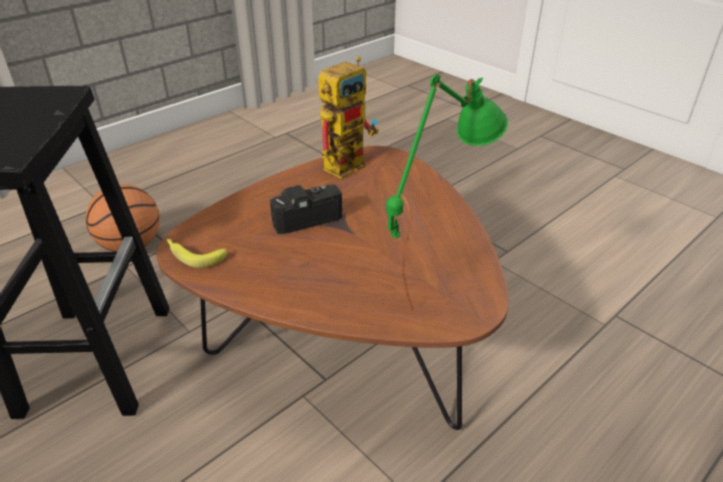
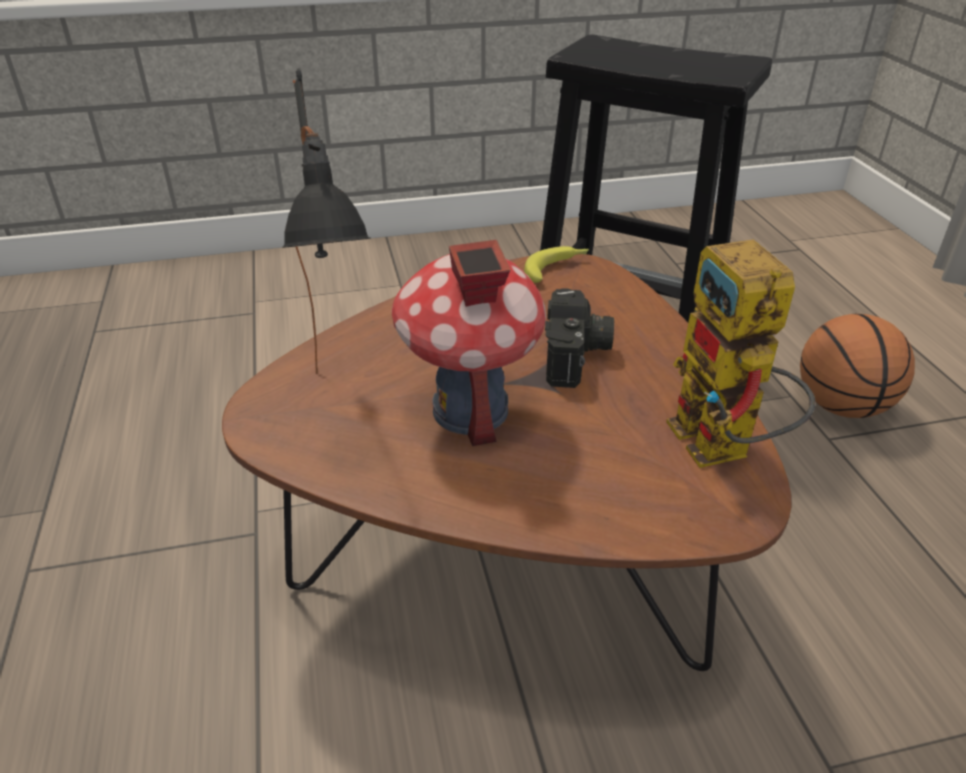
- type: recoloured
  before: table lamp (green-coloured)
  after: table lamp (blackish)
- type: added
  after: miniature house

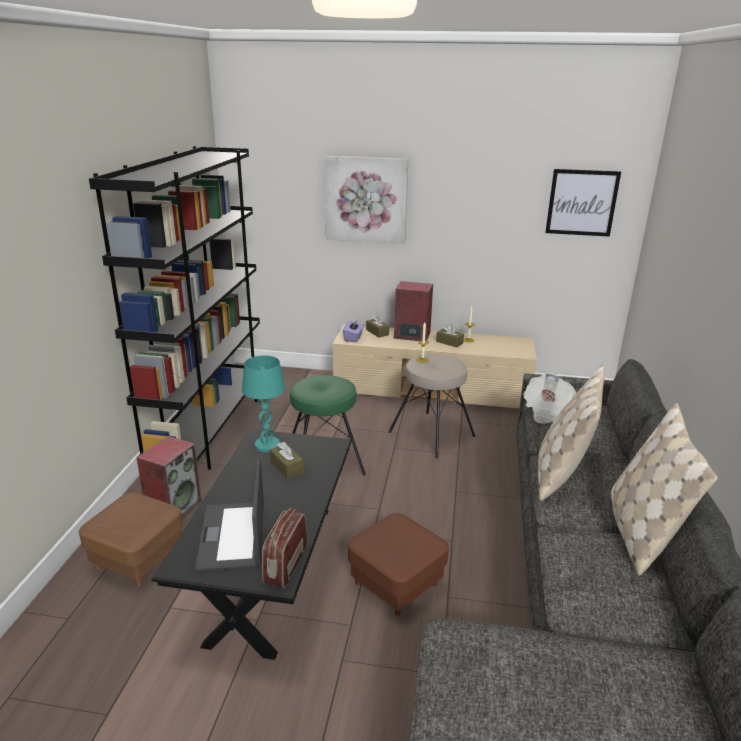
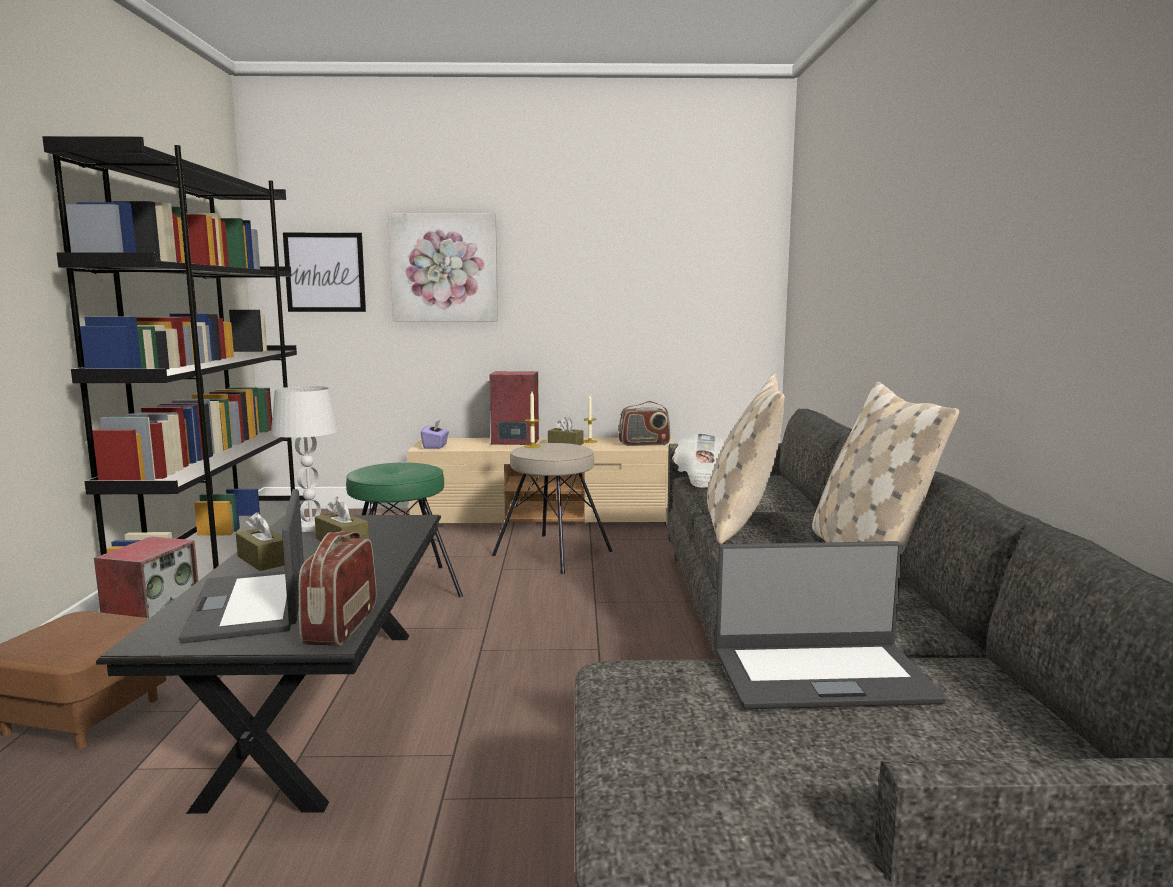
- type: moved
  before: box of tissues (brown) (2nd from left in the first image)
  after: box of tissues (brown) (1st from left)
- type: recoloured
  before: table lamp (turquoise-coloured)
  after: table lamp (white-coloured)
- type: moved
  before: wall picture (2nd from left in the first image)
  after: wall picture (1st from left)
- type: added
  after: radio (2nd from left)
- type: added
  after: laptop (2nd from left)
- type: removed
  before: pouffe (brown) (2nd from left)

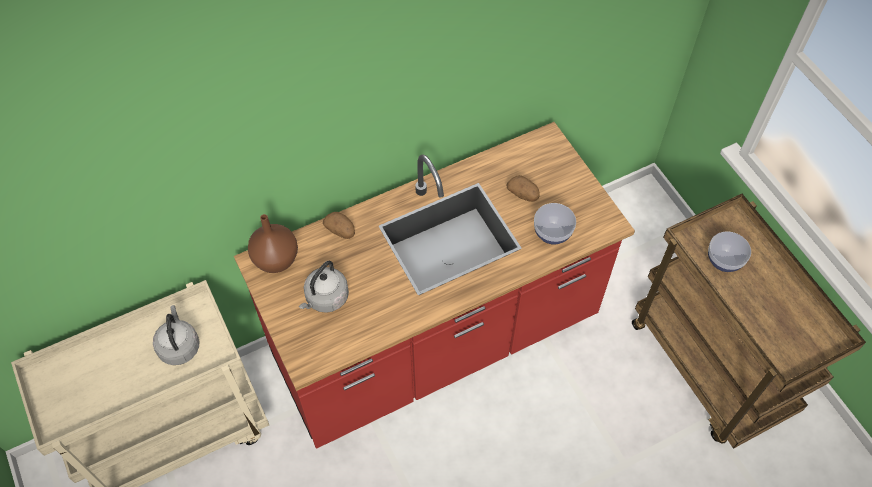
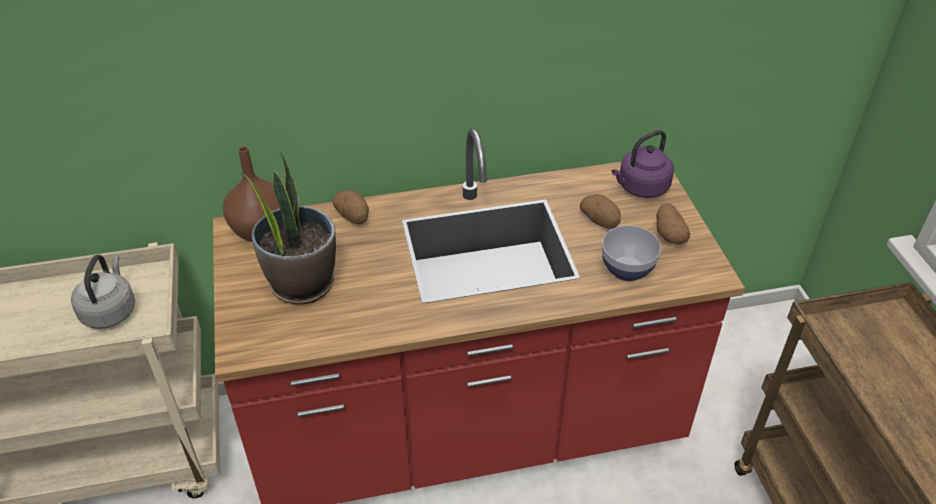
- type: replaced
  before: water kettle (grey) (2nd from left)
  after: plant in a pot
- type: added
  after: water kettle (purplish)
- type: added
  after: whole potato (3rd from left)
- type: removed
  before: deep dish (2nd from left)

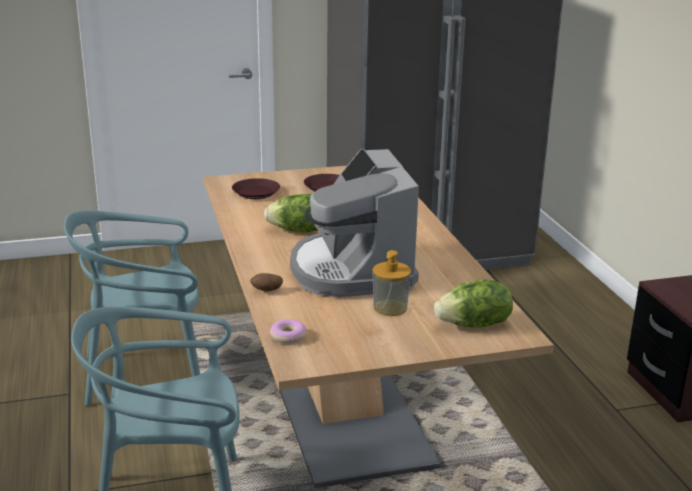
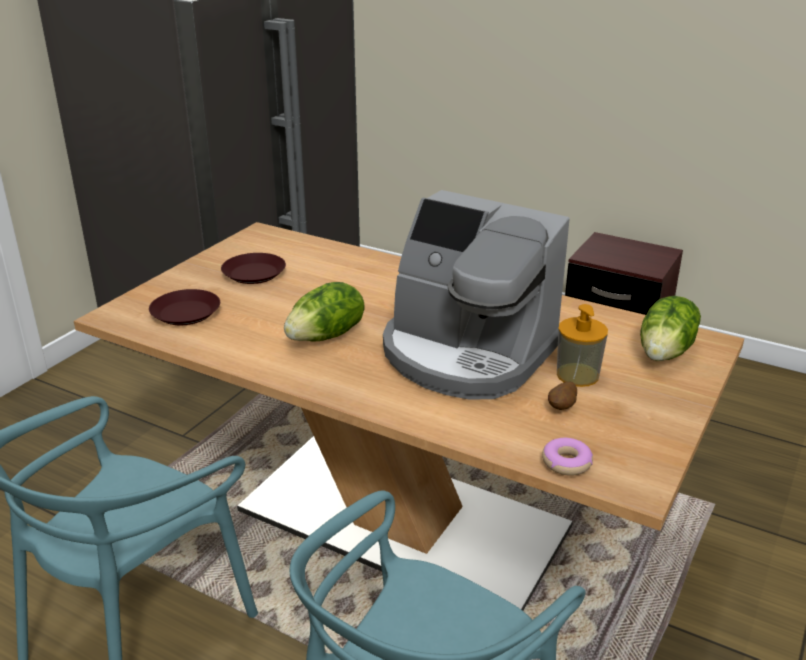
- type: moved
  before: whole potato

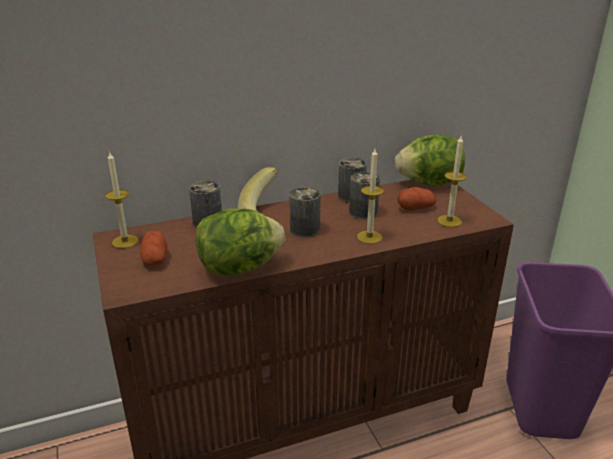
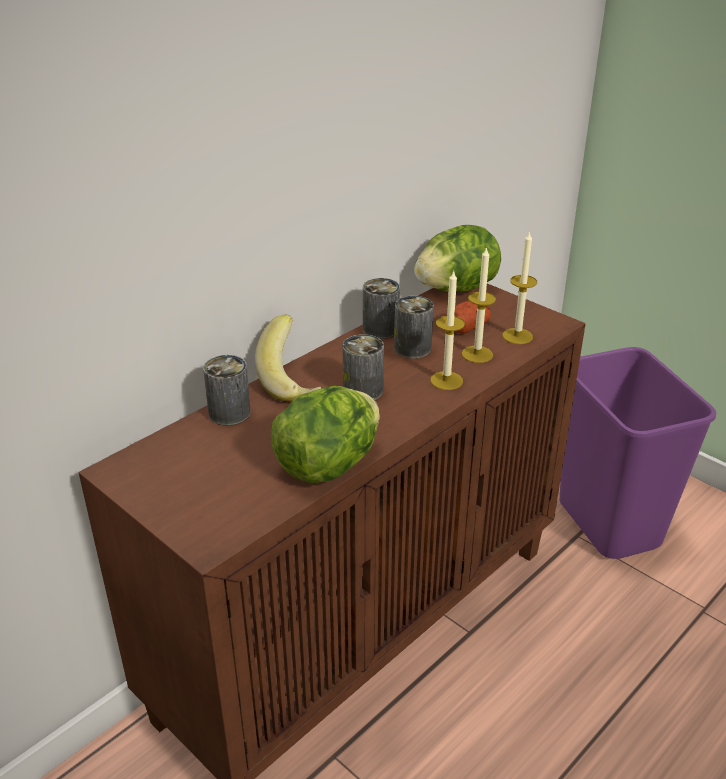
- type: moved
  before: candle (1st from left in the first image)
  after: candle (2nd from left)
- type: removed
  before: whole potato (1st from left)

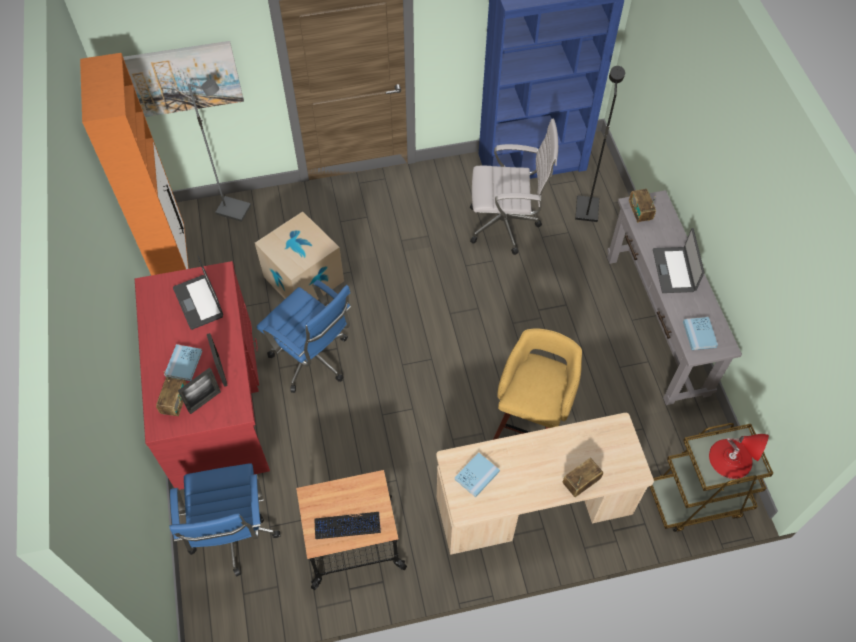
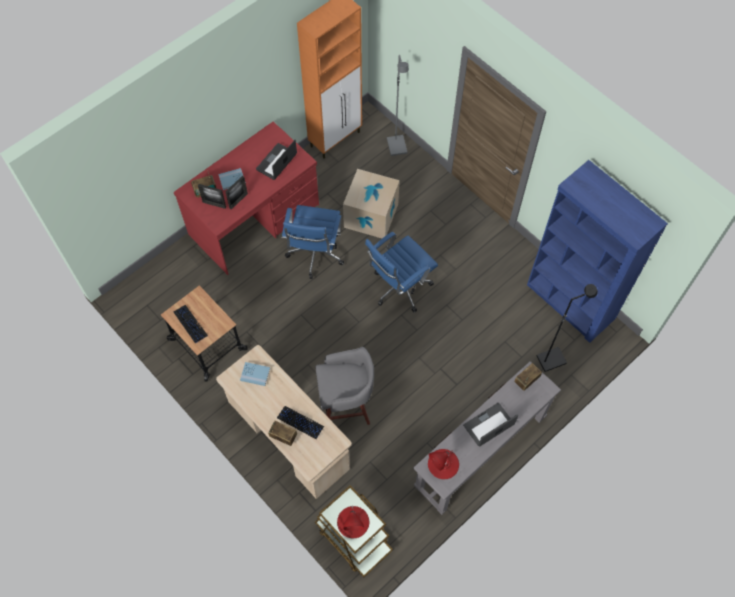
- type: added
  after: computer keyboard (2nd from left)
- type: recoloured
  before: sitting stool (yellow)
  after: sitting stool (grey)
- type: moved
  before: desk chair (bluish) (1st from left in the first image)
  after: desk chair (bluish) (2nd from left)
- type: replaced
  before: book (bluish) (3rd from left)
  after: table lamp (reddish) (2nd from left)
- type: removed
  before: wall picture
- type: removed
  before: desk chair (white-coloured)

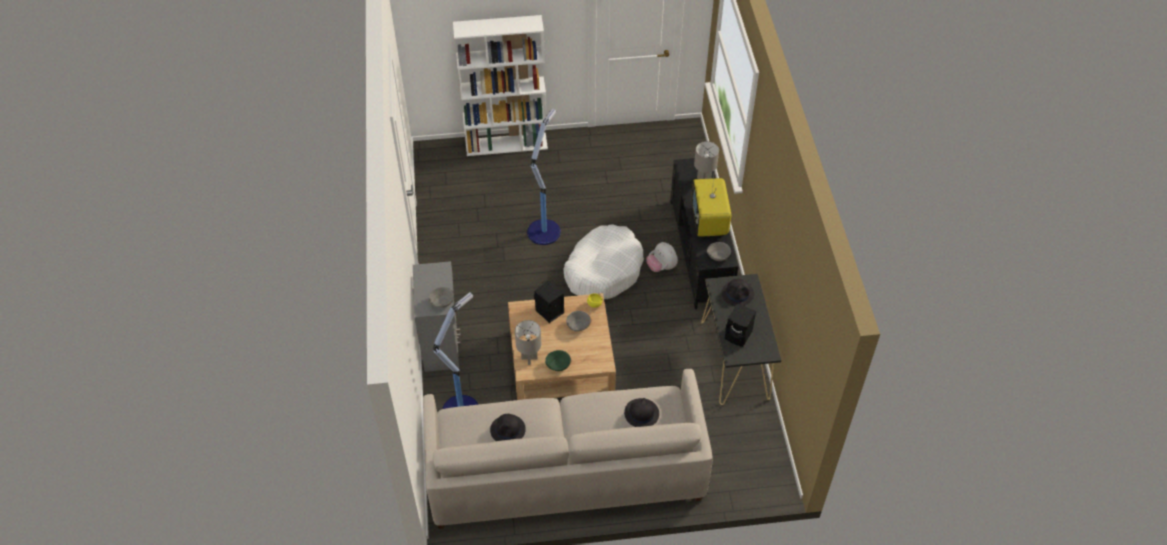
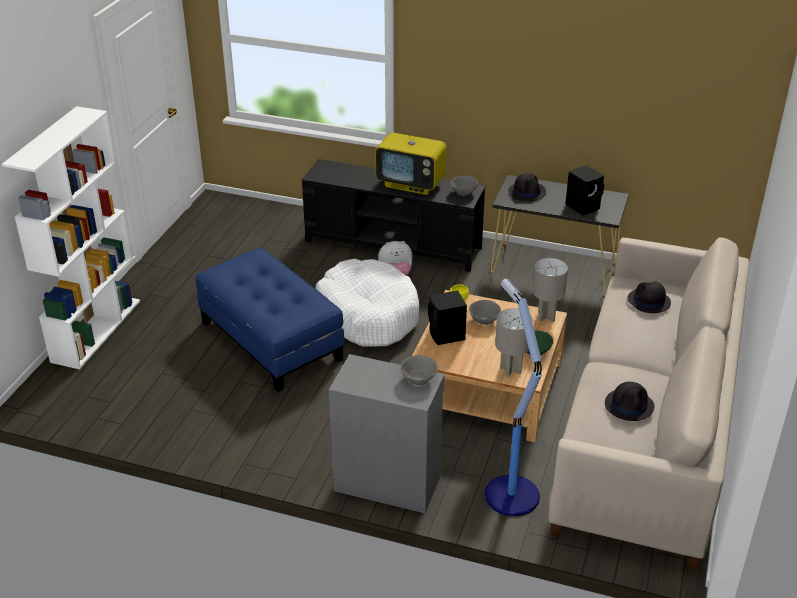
- type: replaced
  before: floor lamp (2nd from left)
  after: pouffe (bluish)
- type: moved
  before: table lamp (grey) (2nd from left)

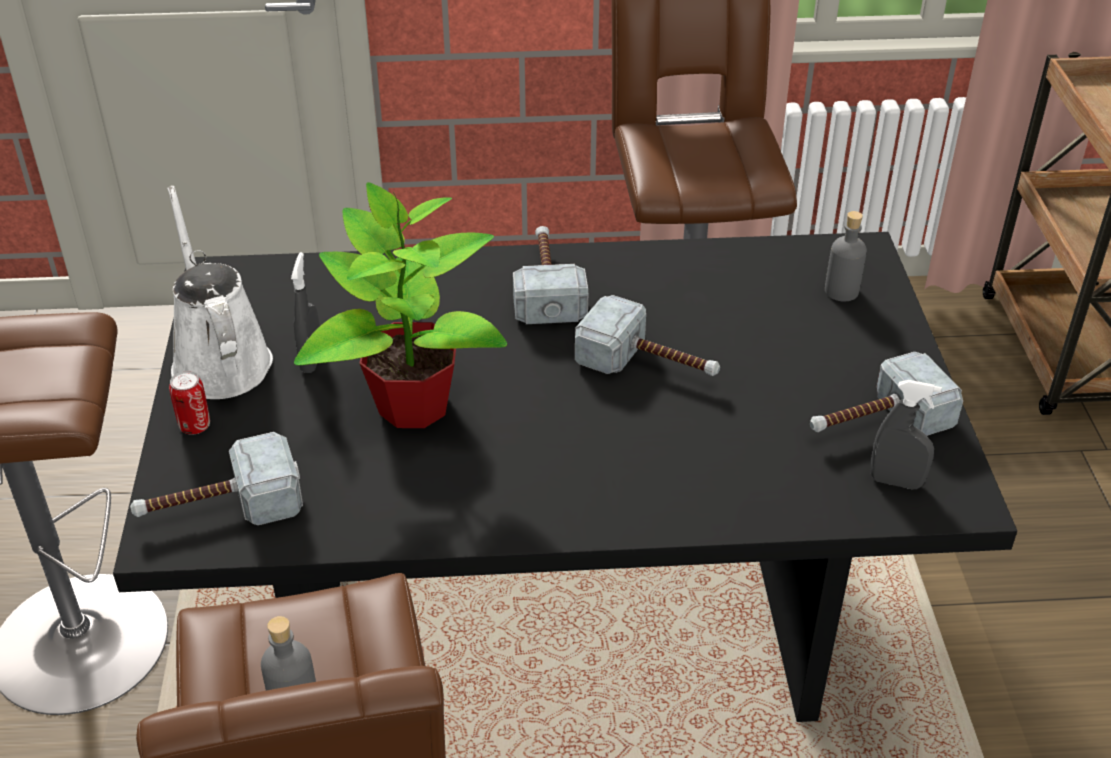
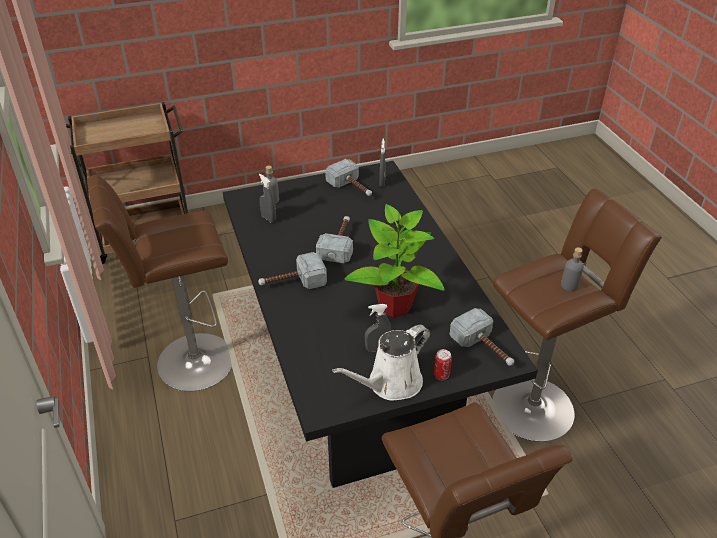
- type: added
  after: spray bottle (grey) (1st from left)

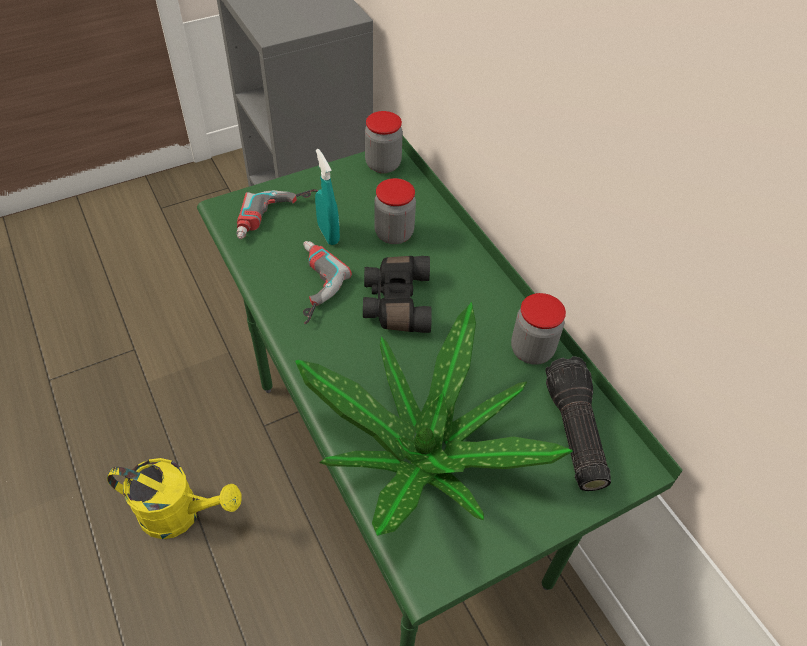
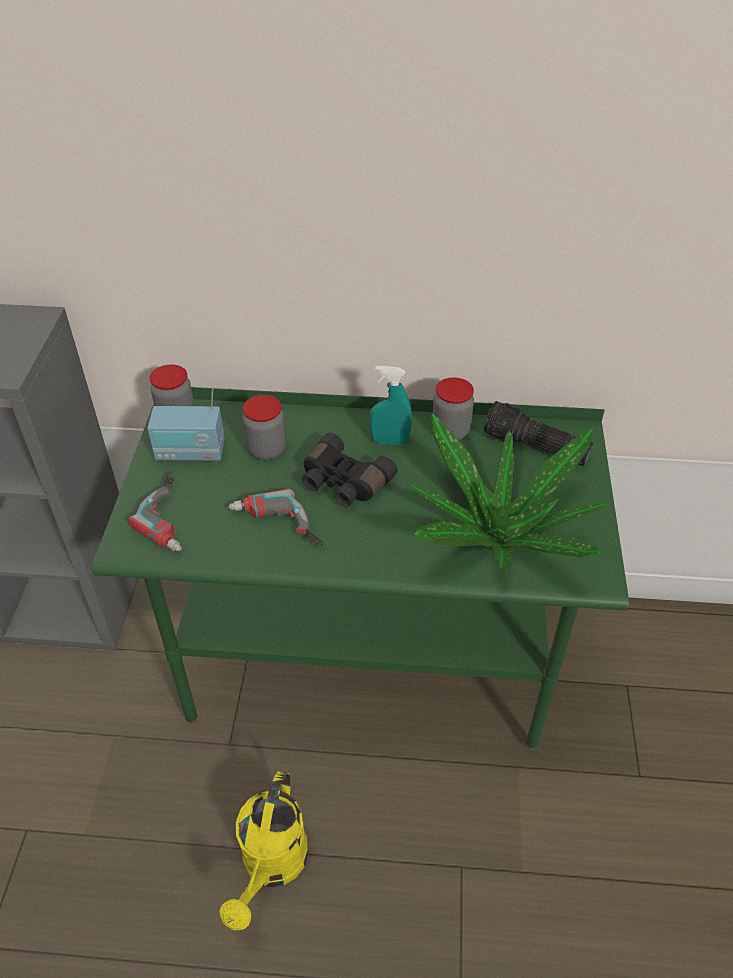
- type: added
  after: radio
- type: turned
  before: watering pot (yellow)
  turn: 150
- type: moved
  before: spray bottle (turquoise-coloured)

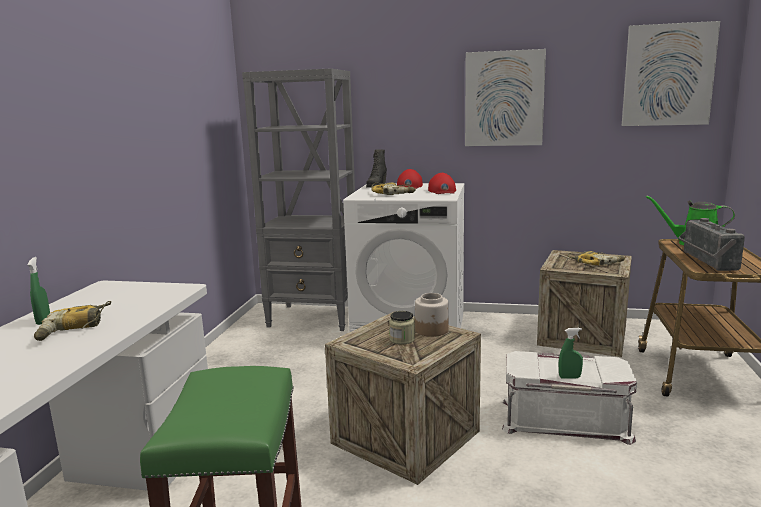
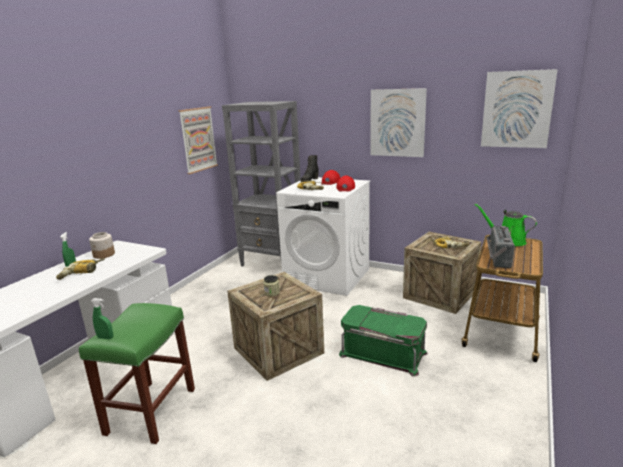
- type: moved
  before: jar (2nd from left in the first image)
  after: jar (1st from left)
- type: moved
  before: spray bottle (green-coloured) (2nd from left)
- type: added
  after: wall picture (1st from left)
- type: recoloured
  before: storage bin (white-coloured)
  after: storage bin (green-coloured)

